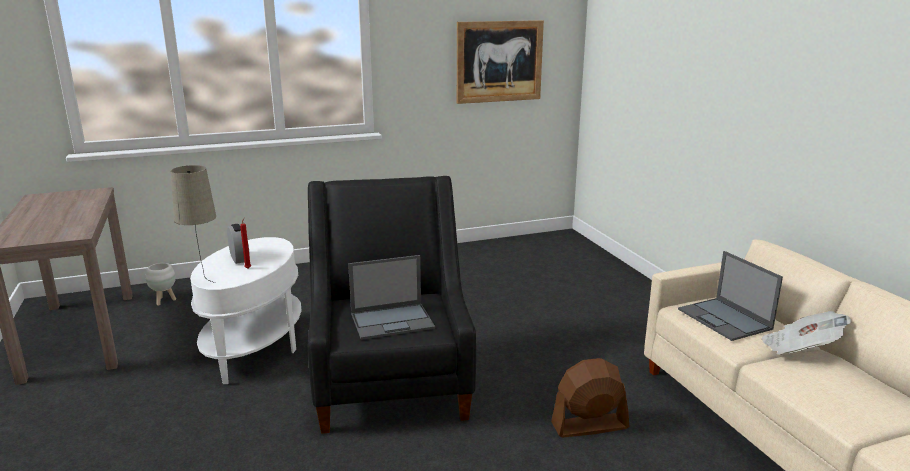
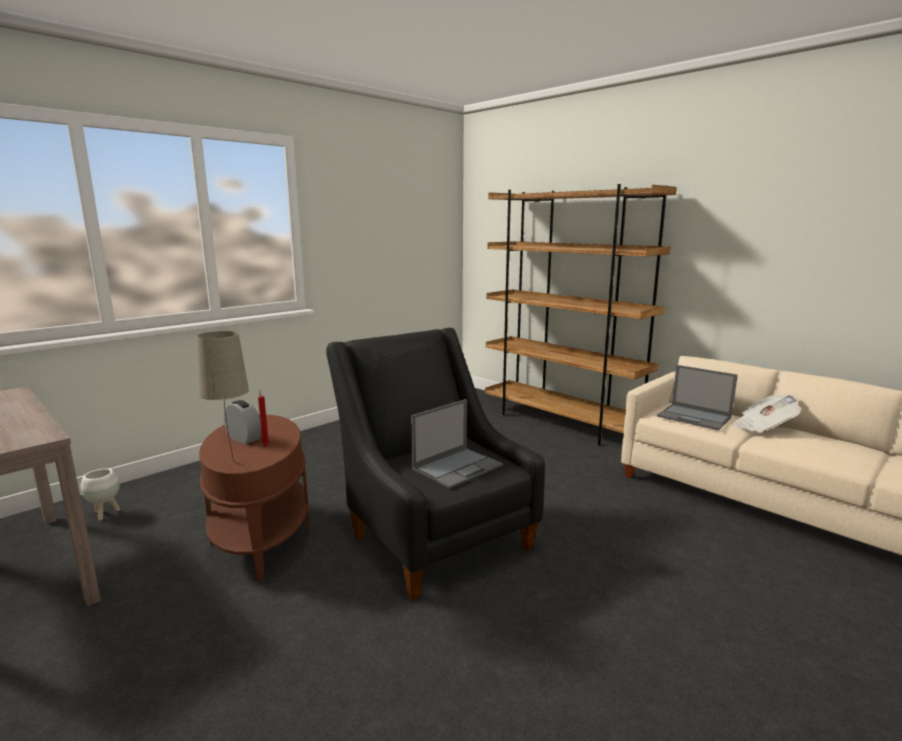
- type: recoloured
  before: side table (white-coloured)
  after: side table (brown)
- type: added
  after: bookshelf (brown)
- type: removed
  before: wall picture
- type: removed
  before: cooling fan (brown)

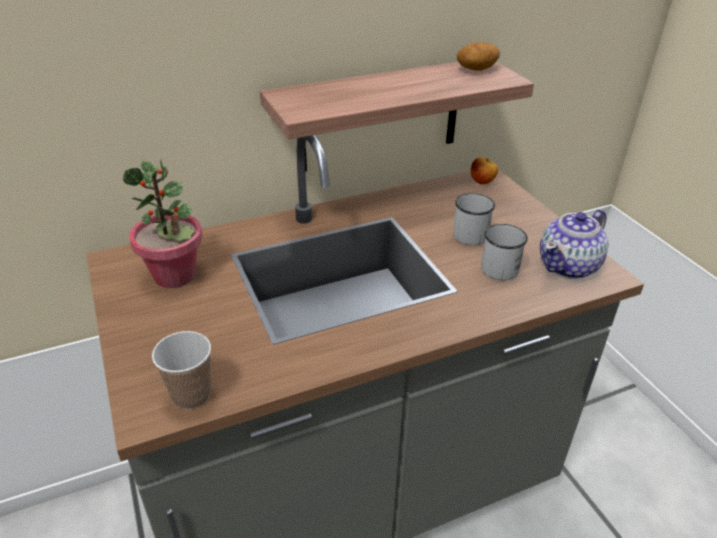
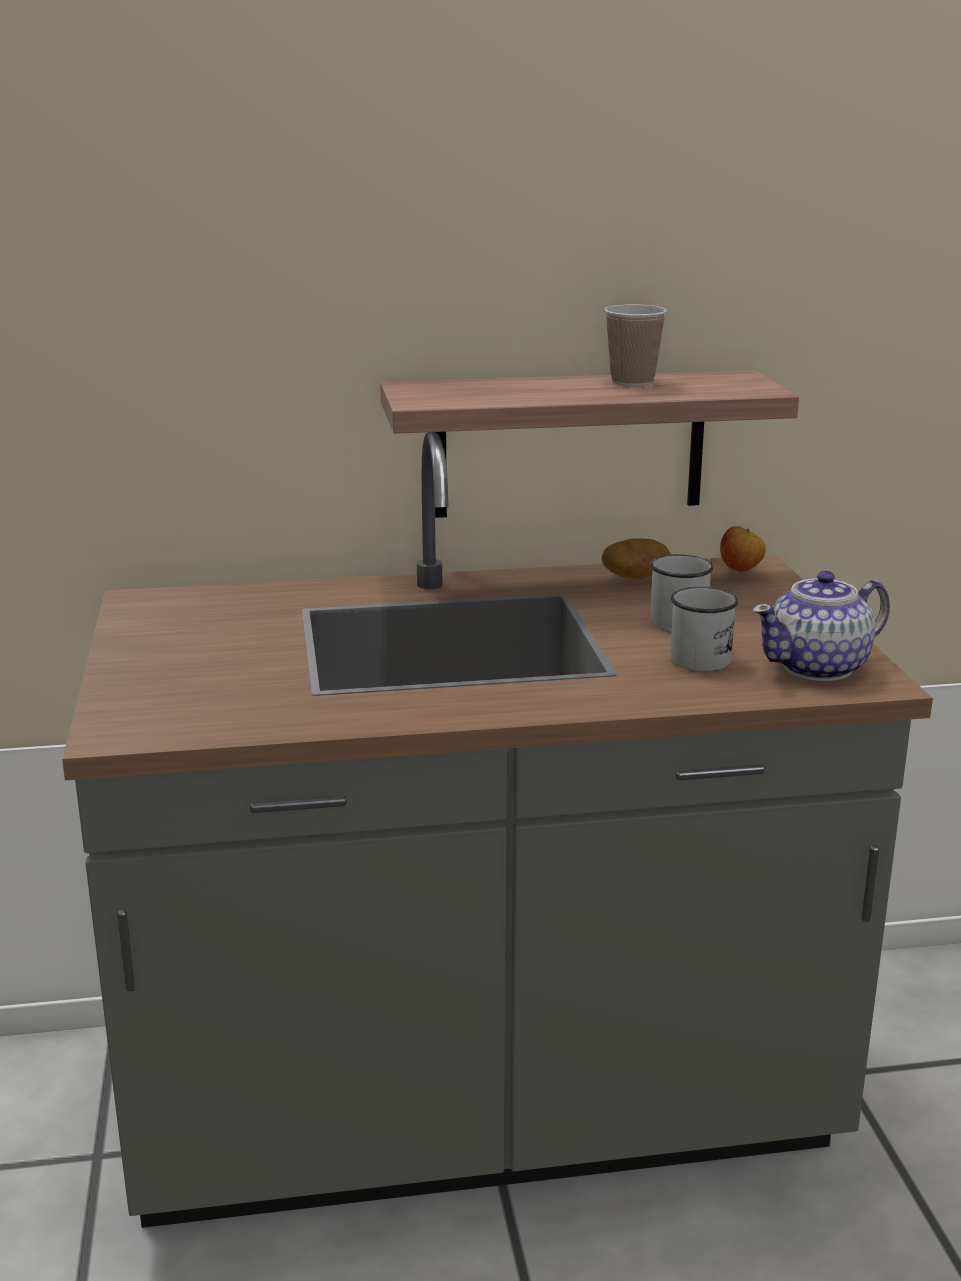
- type: moved
  before: whole potato
- type: moved
  before: drinking cup
- type: removed
  before: plant in a pot

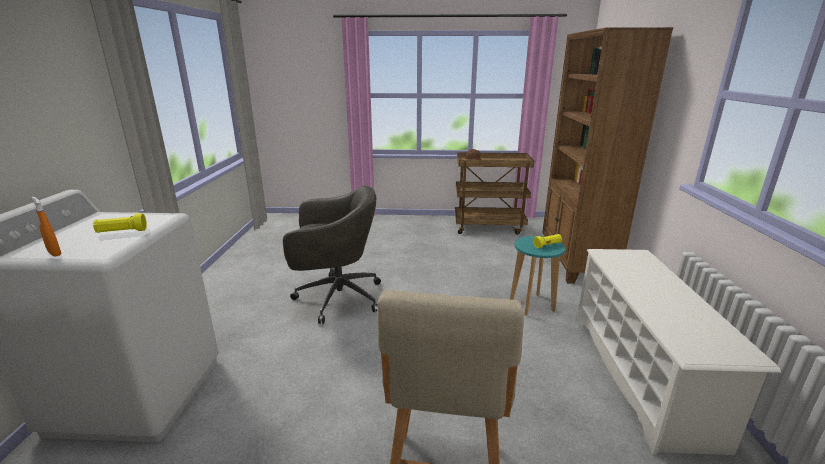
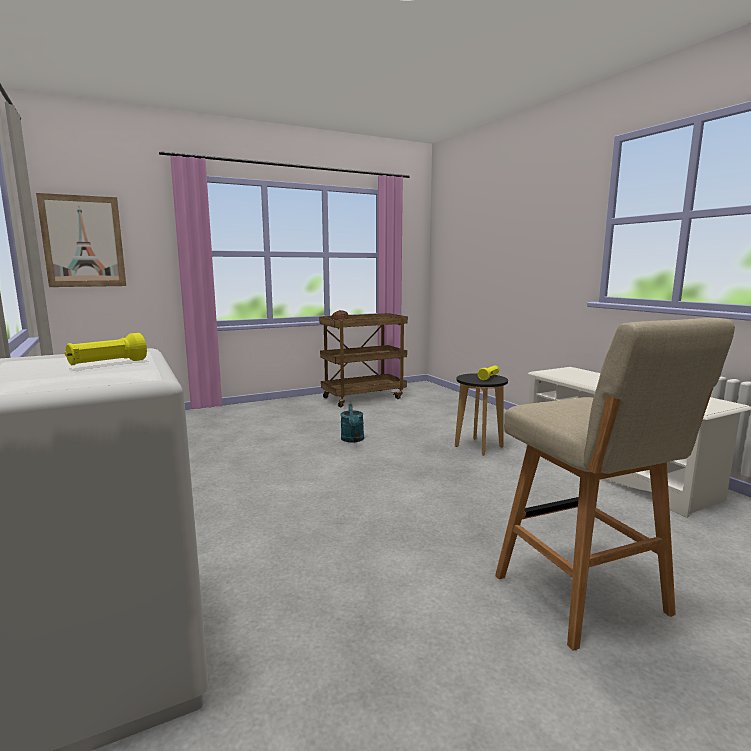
- type: added
  after: wall picture
- type: added
  after: watering pot (turquoise-coloured)
- type: recoloured
  before: sitting stool (turquoise-coloured)
  after: sitting stool (blackish)
- type: removed
  before: spray bottle (orange)
- type: removed
  before: desk chair (grey)
- type: removed
  before: bookshelf (brown)

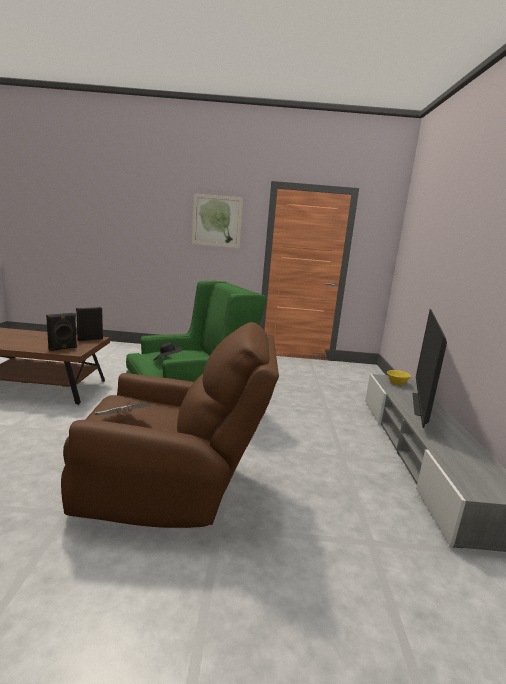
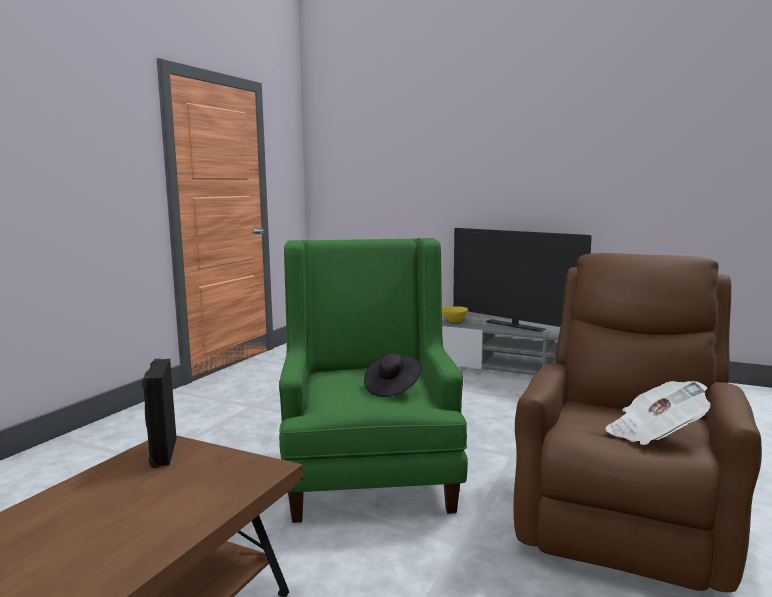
- type: removed
  before: speaker (blackish) (1st from left)
- type: removed
  before: wall picture

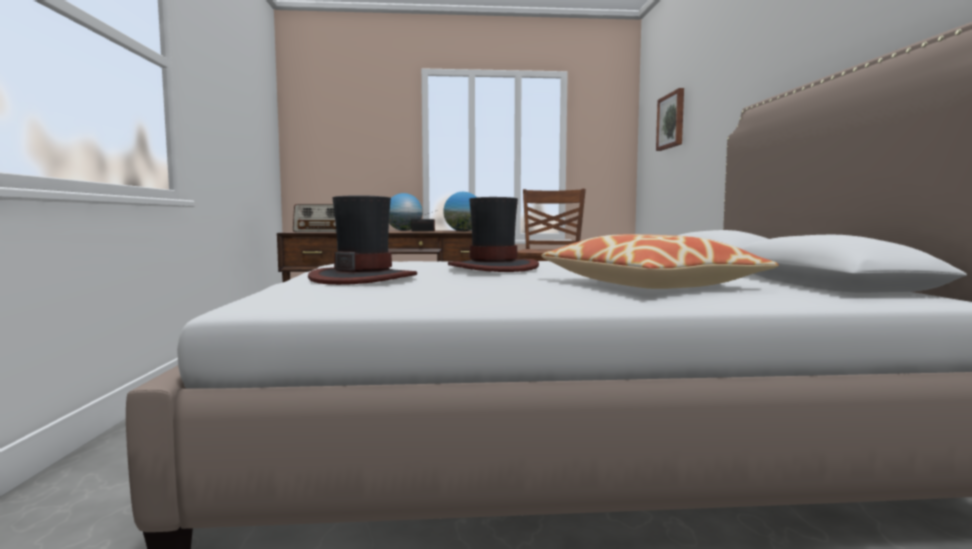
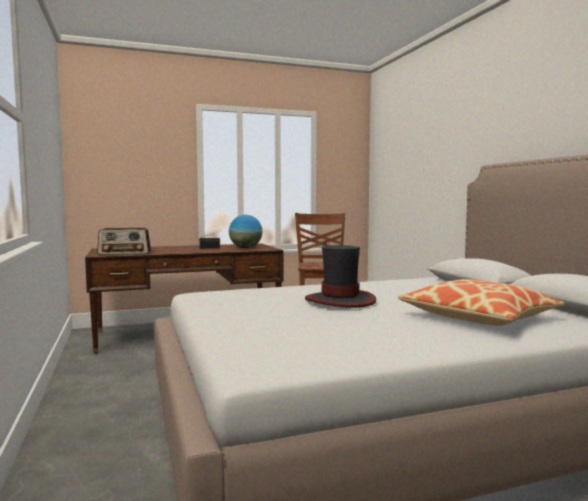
- type: removed
  before: clothing hat (1st from left)
- type: removed
  before: globe (1st from left)
- type: removed
  before: wall picture

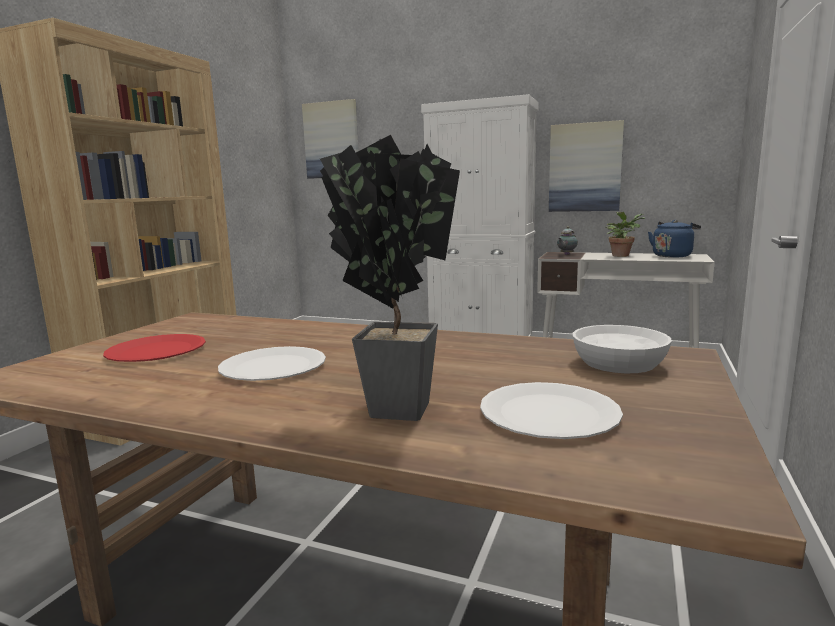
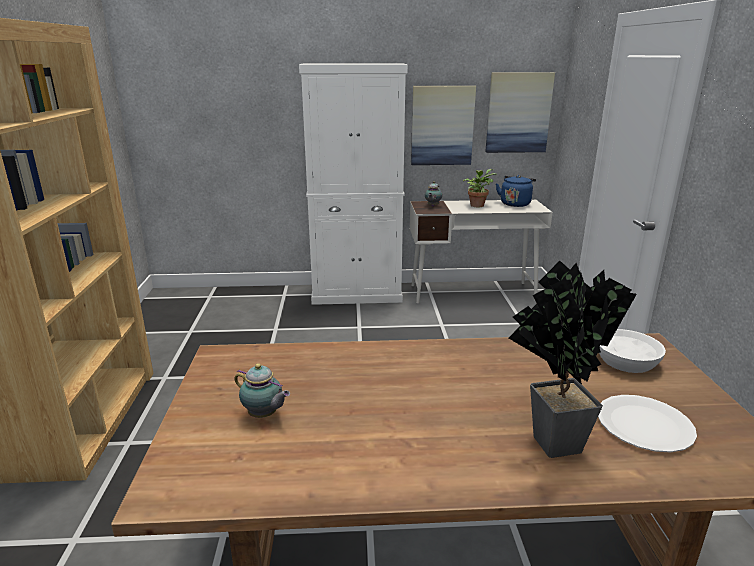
- type: replaced
  before: plate (reddish)
  after: teapot (1st from left)
- type: moved
  before: wall picture (1st from left in the first image)
  after: wall picture (2nd from left)
- type: removed
  before: plate (white-coloured) (1st from left)

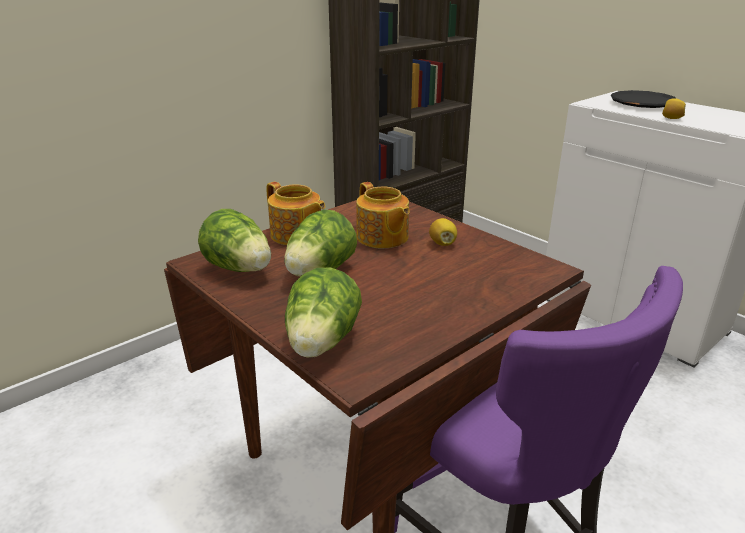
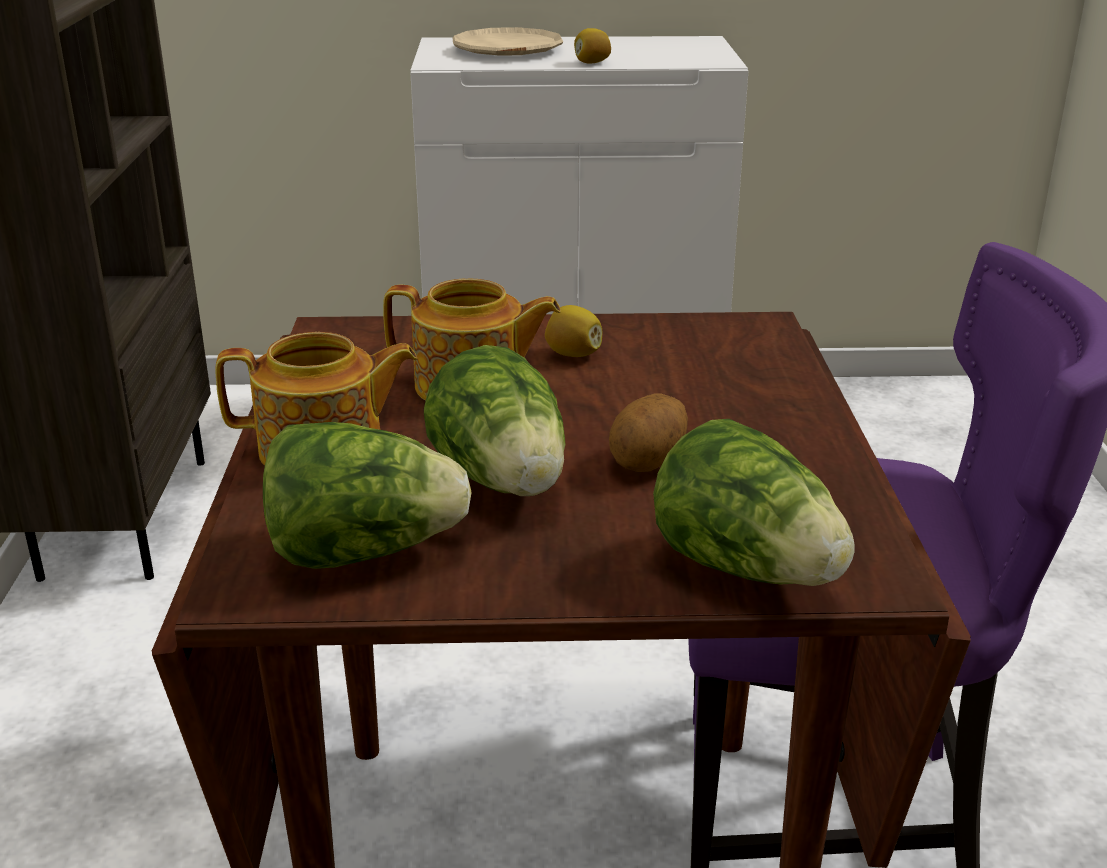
- type: recoloured
  before: plate (blackish)
  after: plate (beige-coloured)
- type: added
  after: whole potato

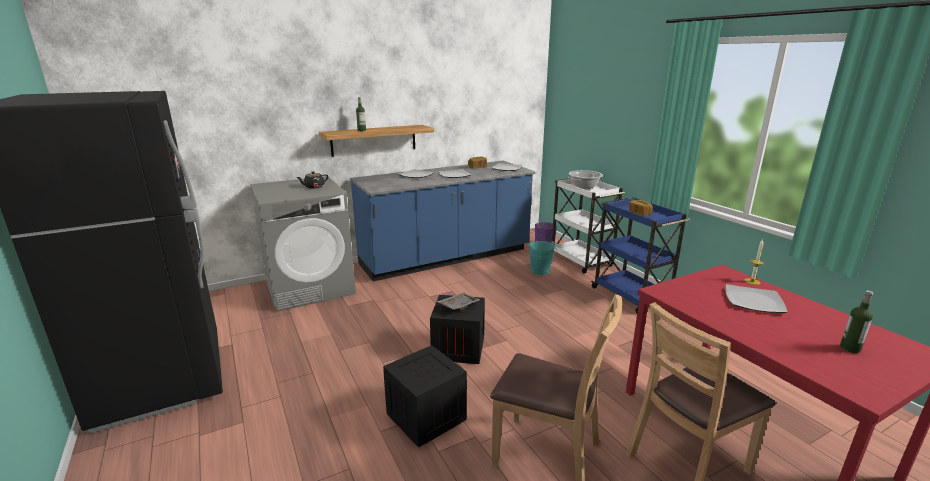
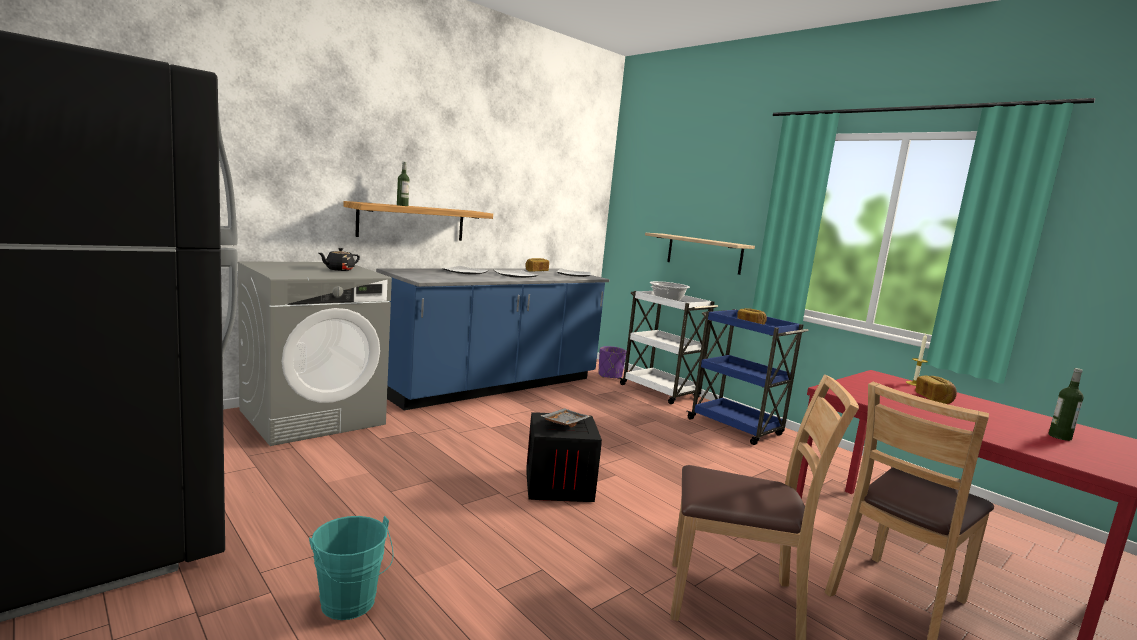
- type: moved
  before: water bucket (turquoise-coloured)
- type: added
  after: shelf (2nd from left)
- type: replaced
  before: plate (4th from left)
  after: bakery bread (3rd from left)
- type: removed
  before: packing crate (1st from left)

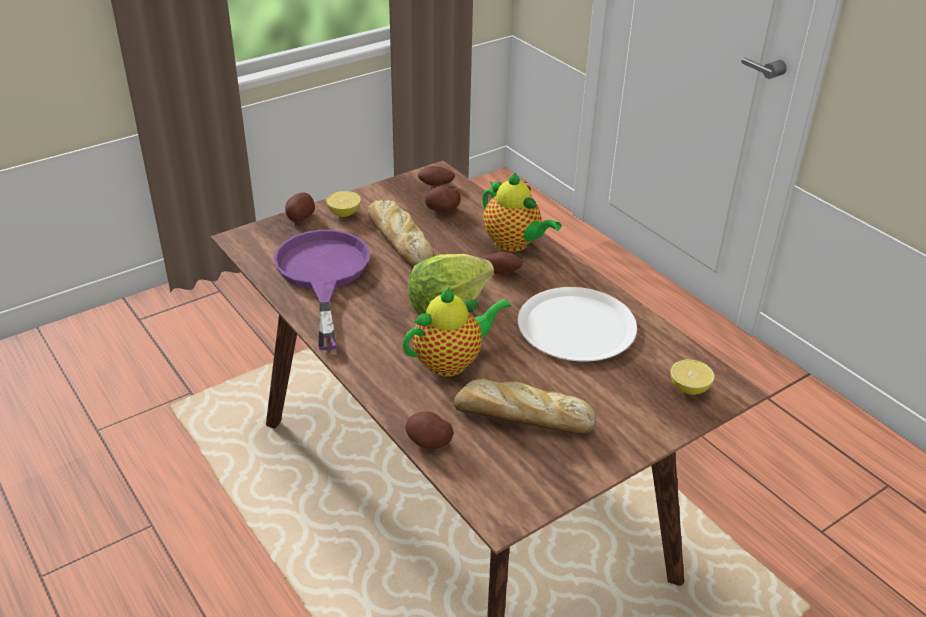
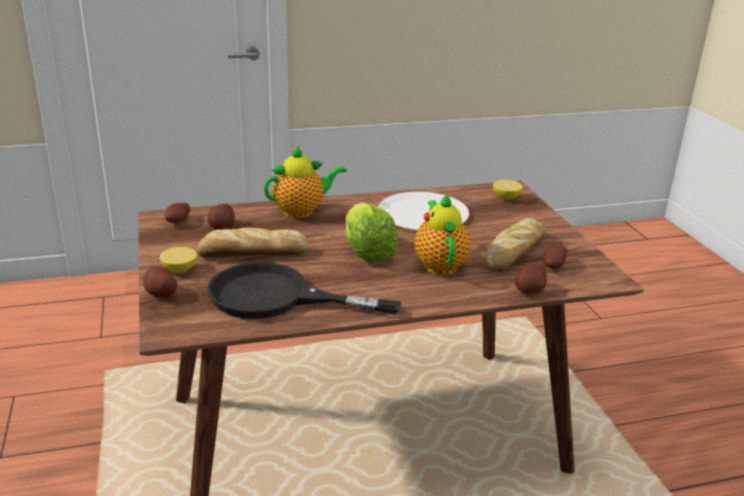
- type: recoloured
  before: pan (purplish)
  after: pan (blackish)
- type: moved
  before: whole potato (5th from left)

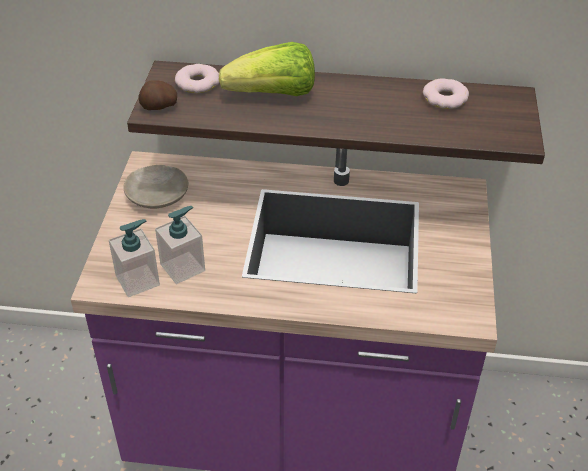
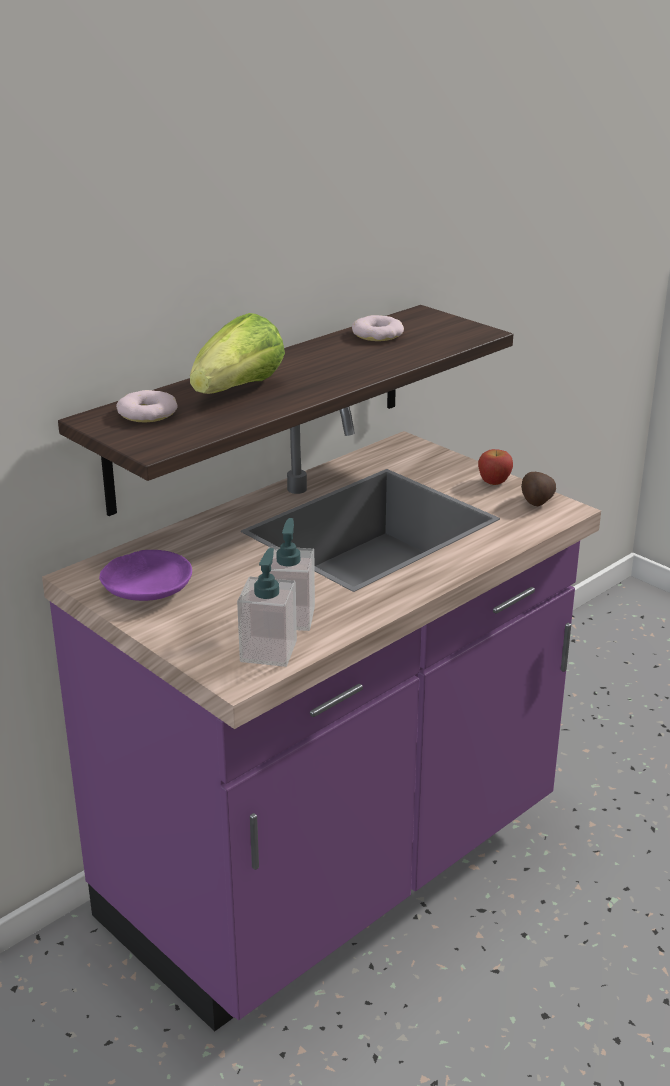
- type: recoloured
  before: plate (beige-coloured)
  after: plate (purplish)
- type: added
  after: apple fruit
- type: moved
  before: whole potato

